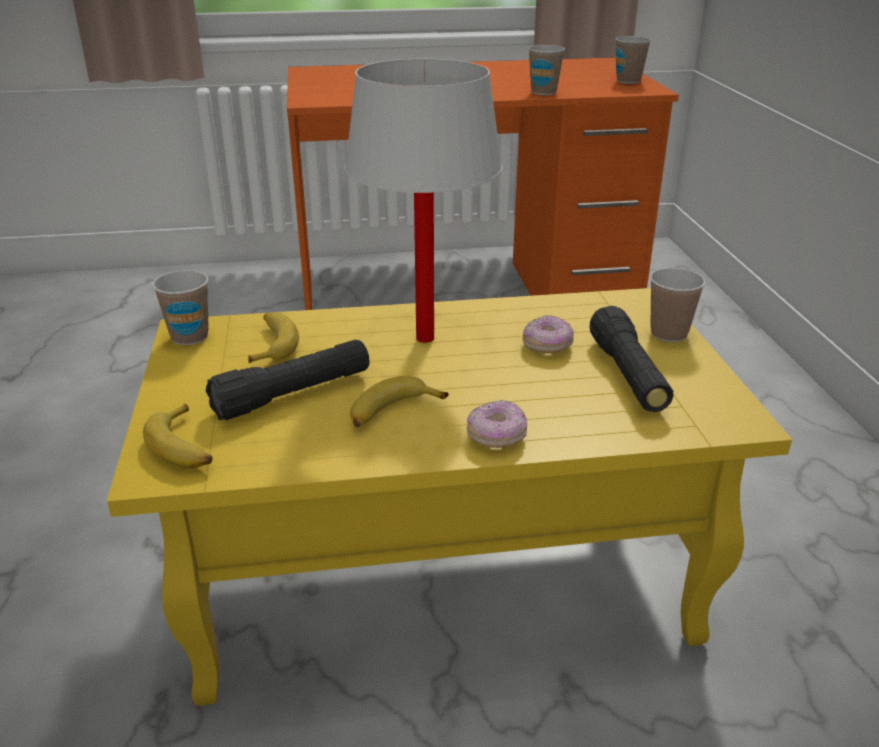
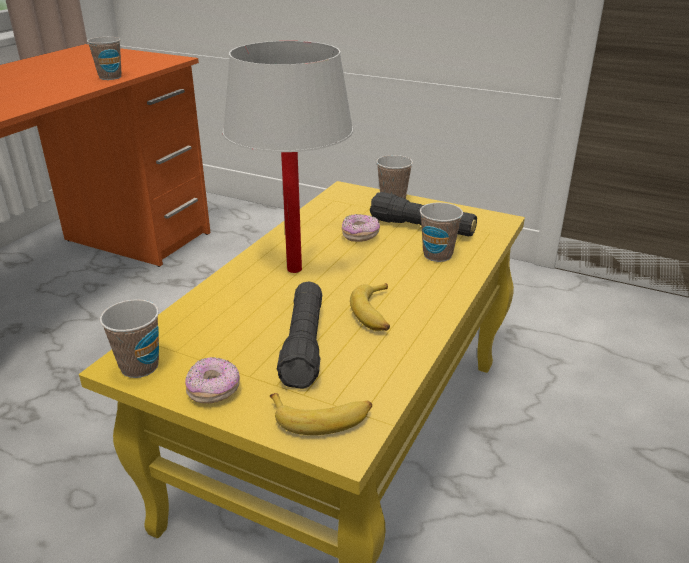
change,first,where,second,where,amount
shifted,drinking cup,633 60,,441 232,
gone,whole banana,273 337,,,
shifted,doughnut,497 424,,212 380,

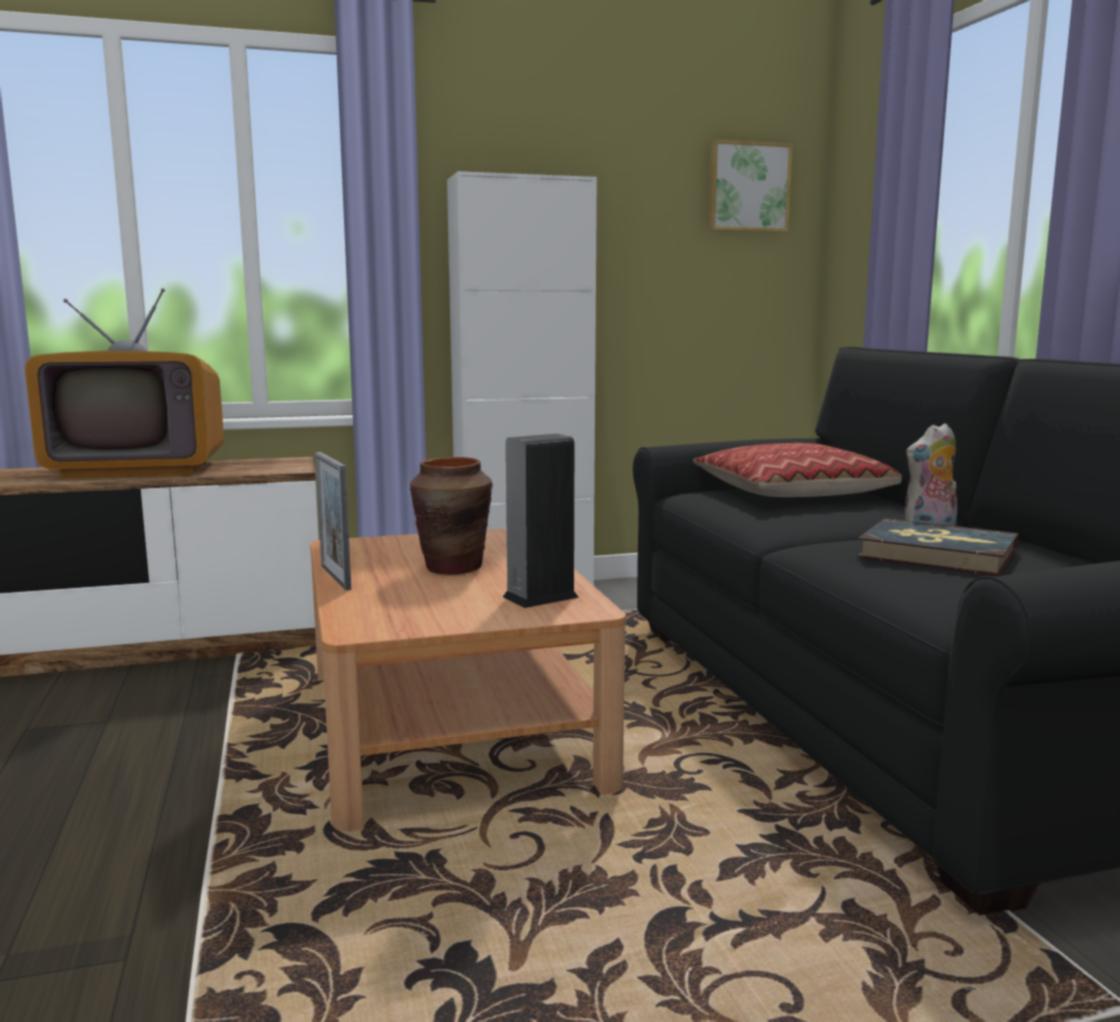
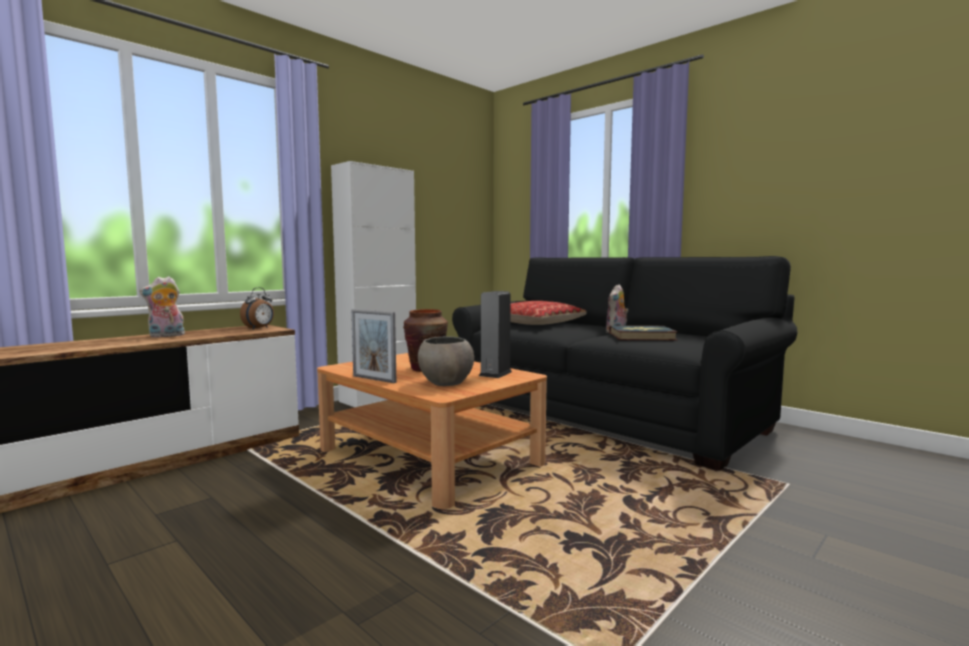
change,first,where,second,where,amount
gone,wall picture,750 186,,,
swapped,TV,124 383,cuddly toy,162 307,
new,,,bedside clock,257 308,
new,,,grey deep dish,446 361,

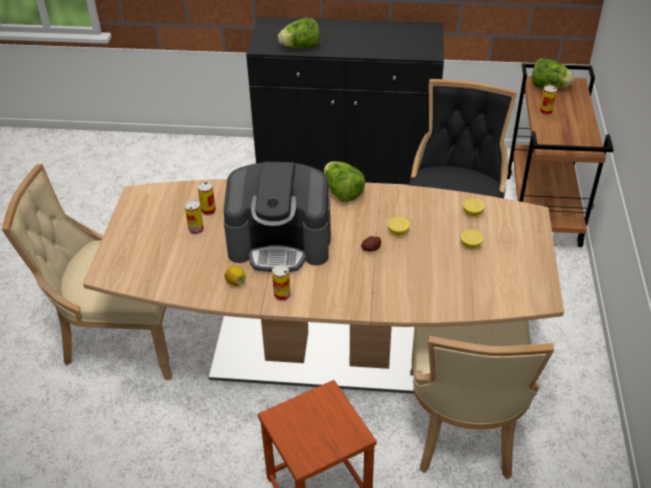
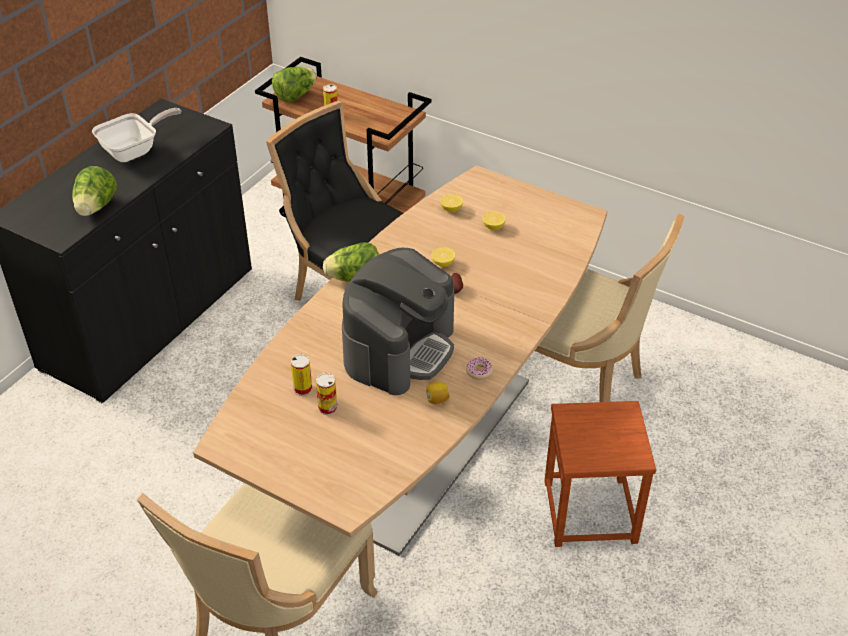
change,first,where,second,where,amount
swapped,sealed can,281 282,doughnut,479 368,
new,,,skillet,136 135,

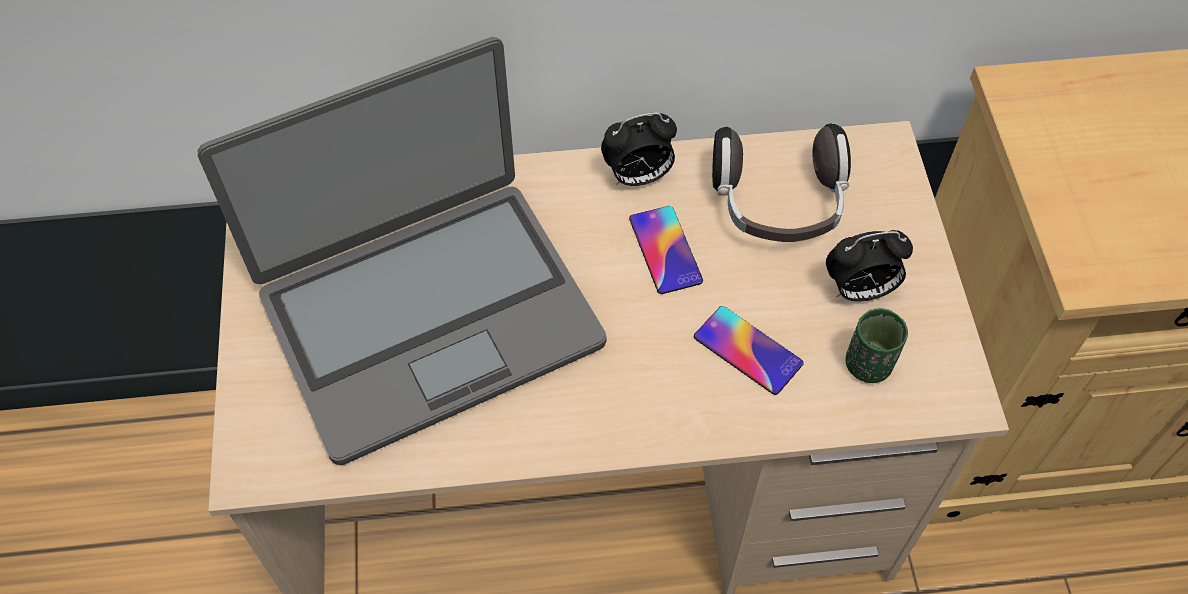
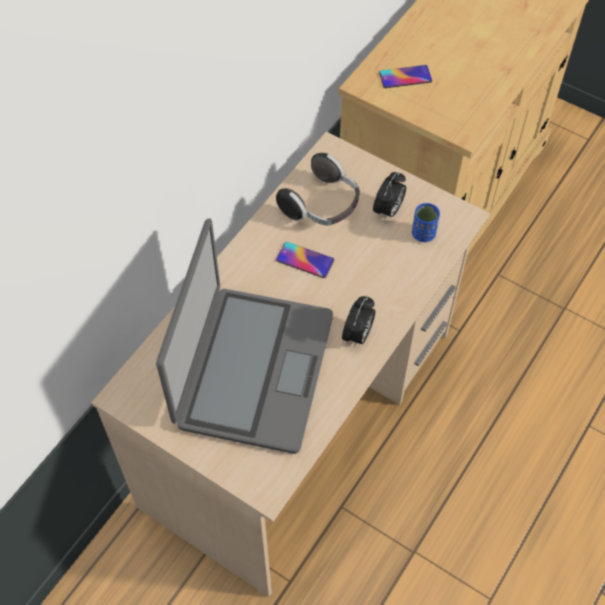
change,first,where,second,where,amount
shifted,bedside clock,639 149,,359 321,
shifted,handset,749 350,,405 76,
repainted,greenish drinking cup,877 345,blue drinking cup,426 222,

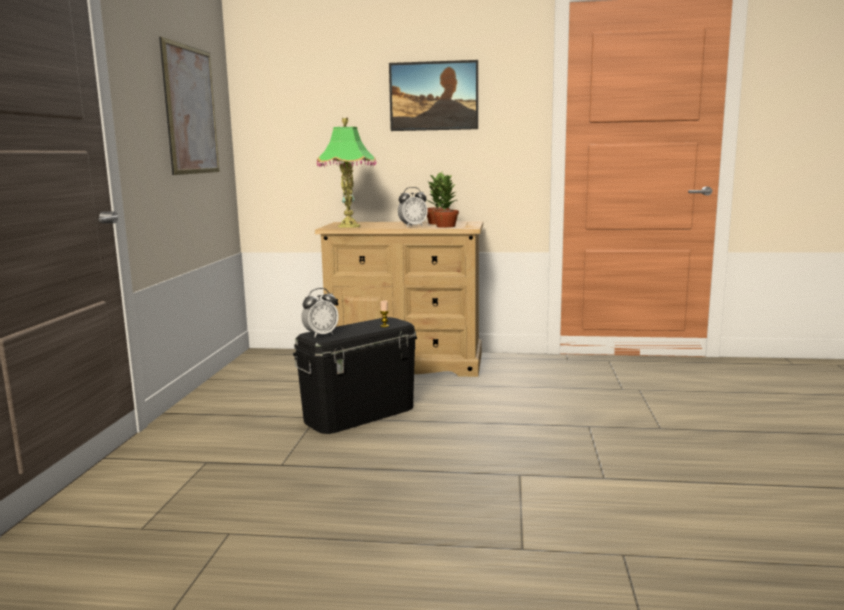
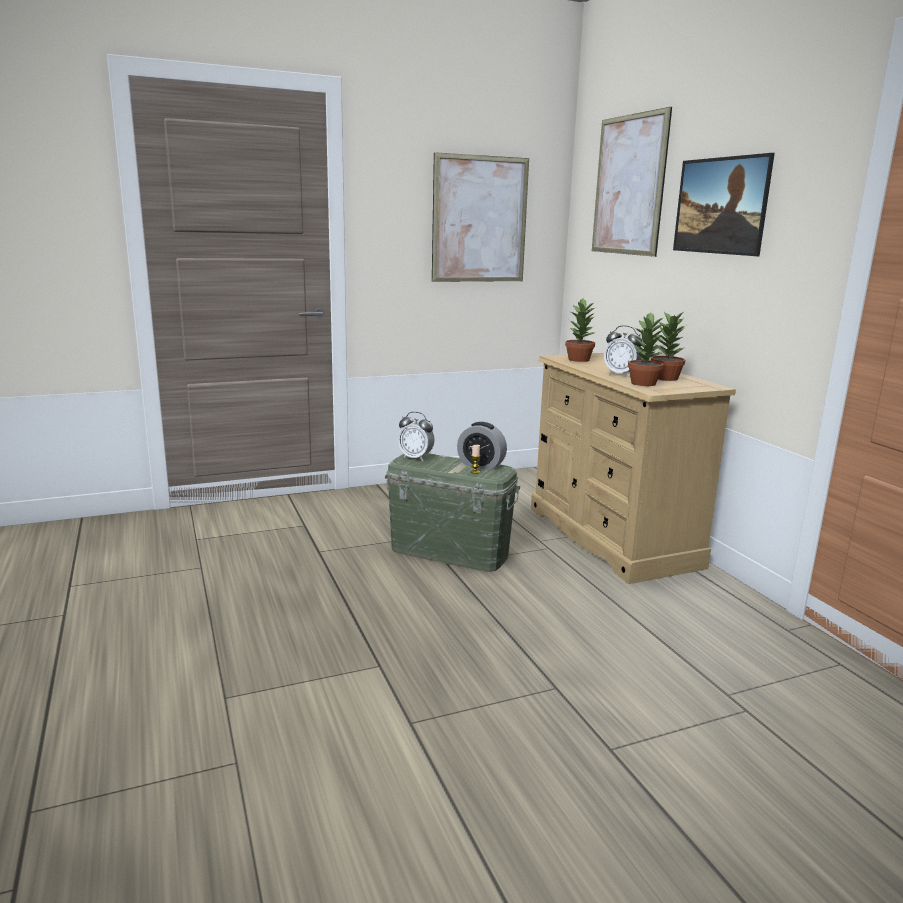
change,first,where,second,where,amount
swapped,table lamp,347 173,houseplant,580 330,
repainted,black-coloured storage container,355 375,greenish storage container,452 512,
new,,,wall picture,632 182,
new,,,bedside clock,482 446,

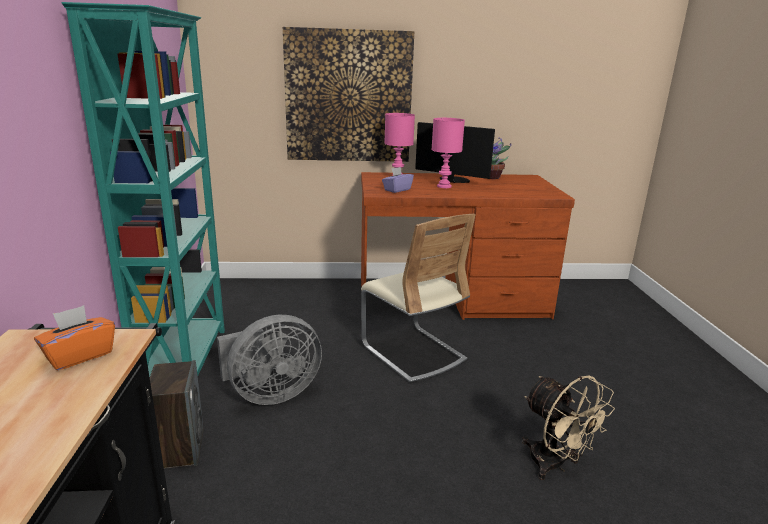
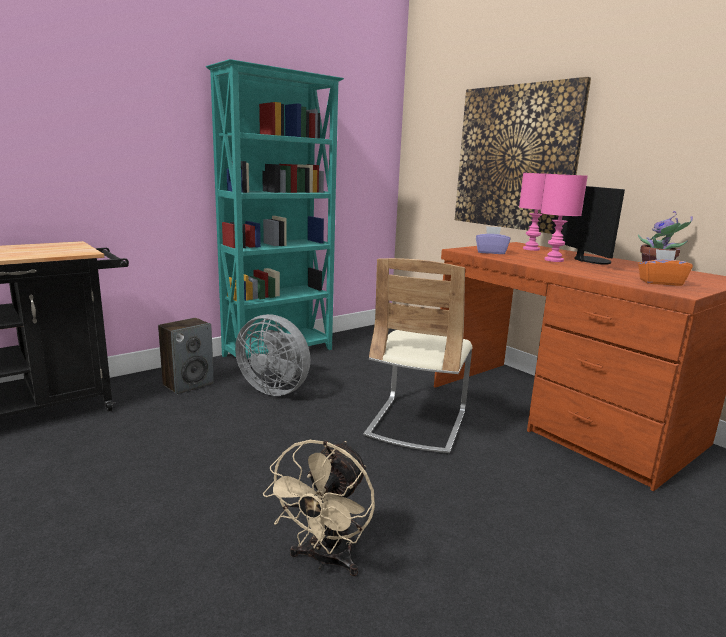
change,first,where,second,where,amount
shifted,orangey box of tissues,74 338,,665 267,

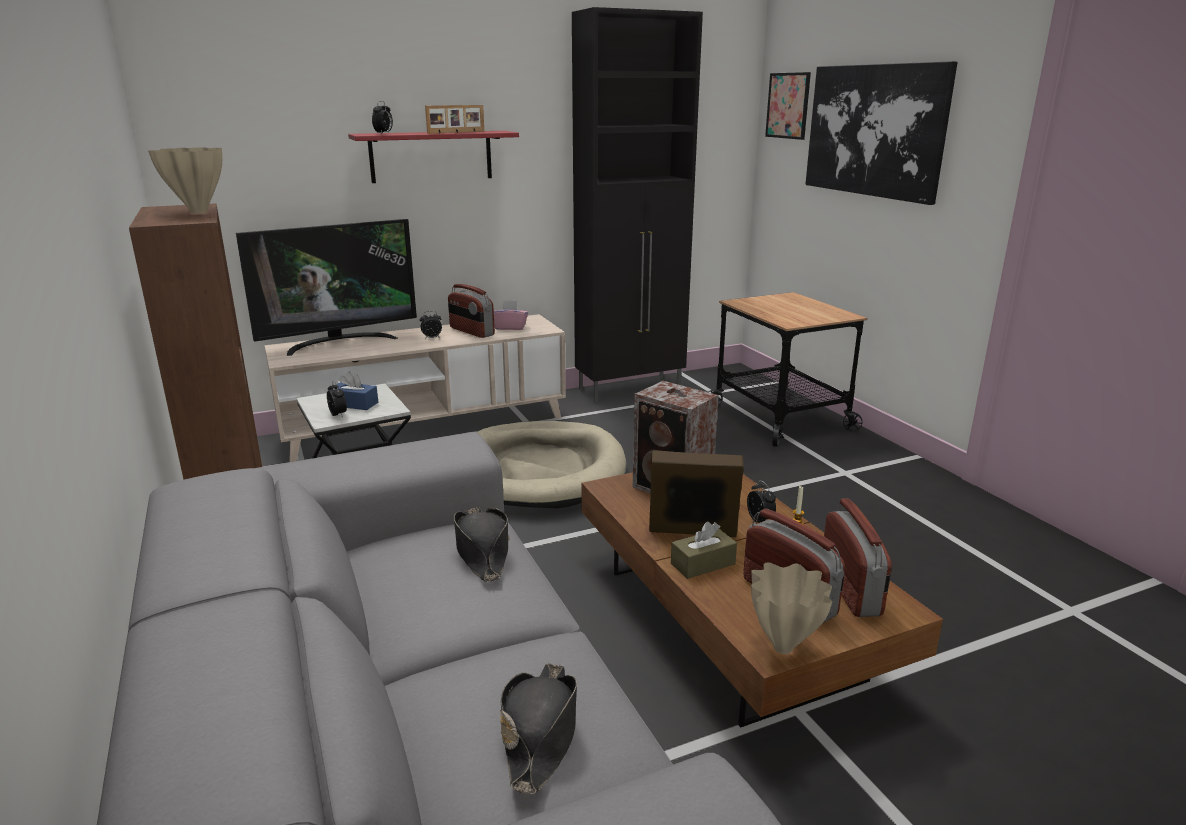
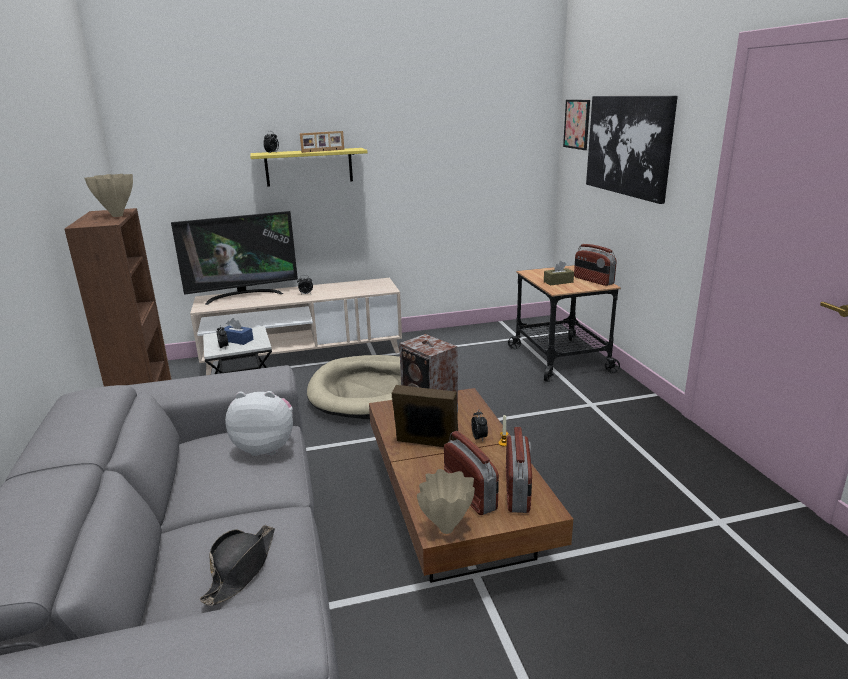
change,first,where,second,where,amount
gone,black-coloured storage cabinet,637 205,,,
repainted,reddish shelf,433 157,yellowish shelf,309 167,
shifted,radio,471 311,,595 265,
gone,pink-coloured box of tissues,511 315,,,
swapped,black-coloured hat,481 544,cuddly toy,259 423,
shifted,brownish box of tissues,704 550,,559 273,

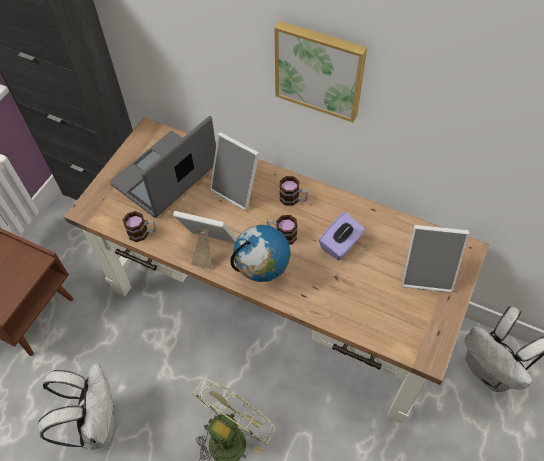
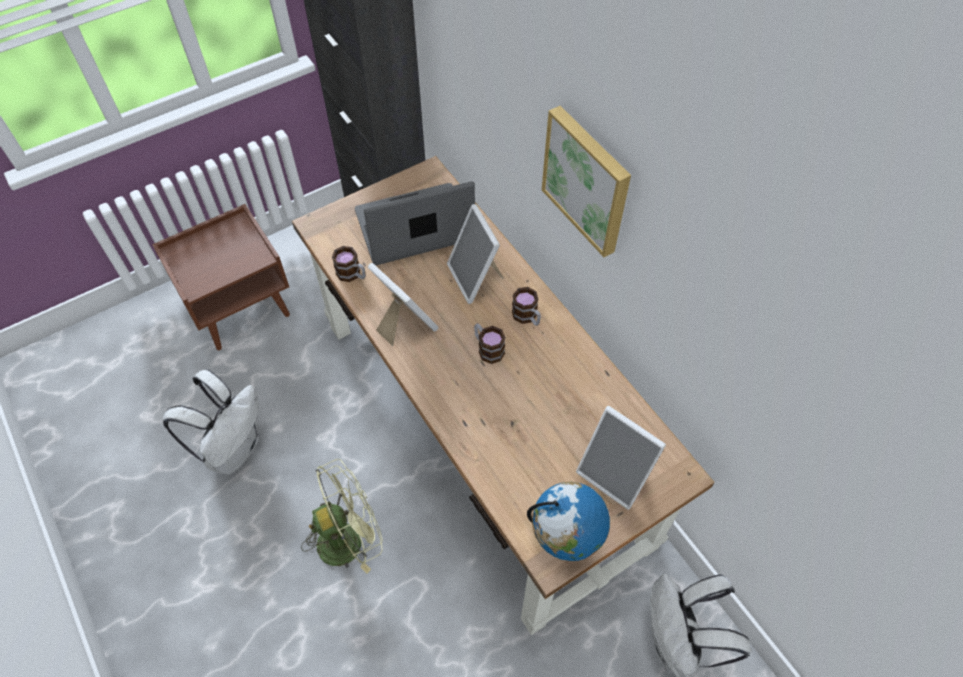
change,first,where,second,where,amount
gone,purple box of tissues,342 236,,,
shifted,world globe,260 253,,568 521,

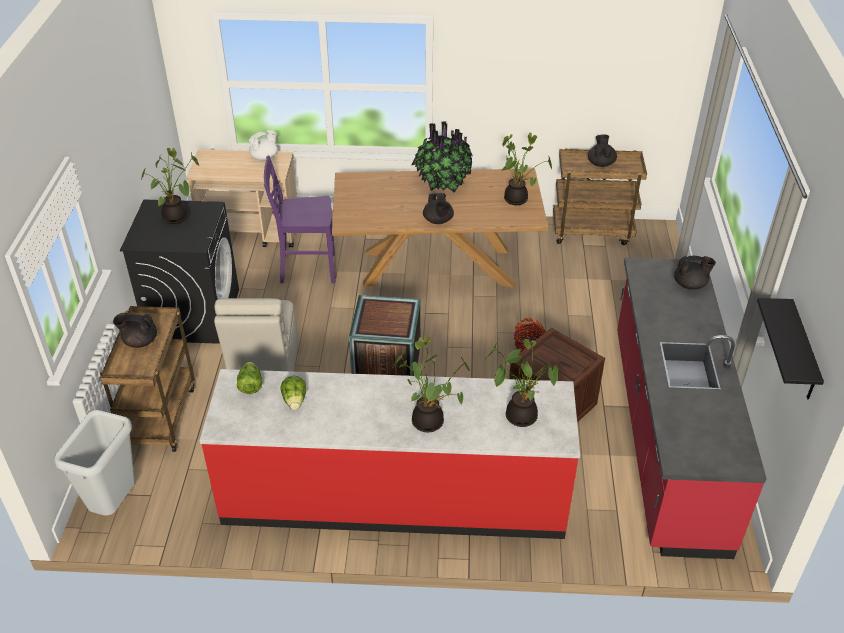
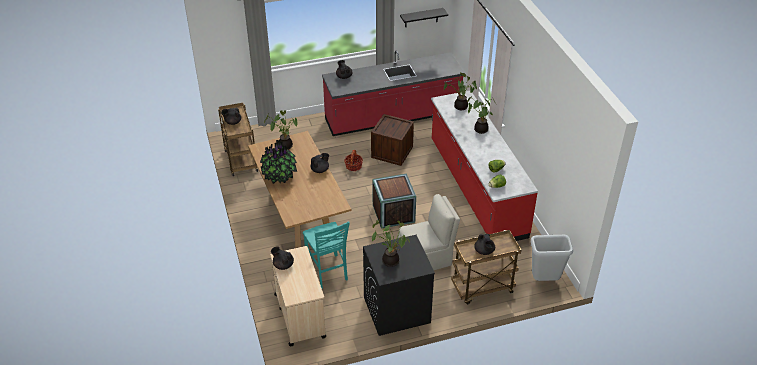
change,first,where,second,where,amount
repainted,white teapot,263 145,black-coloured teapot,282 258,
repainted,purple plain chair,299 220,blue-green plain chair,326 255,

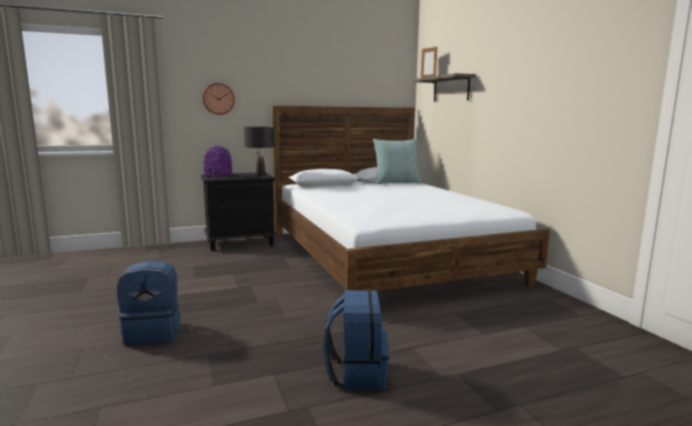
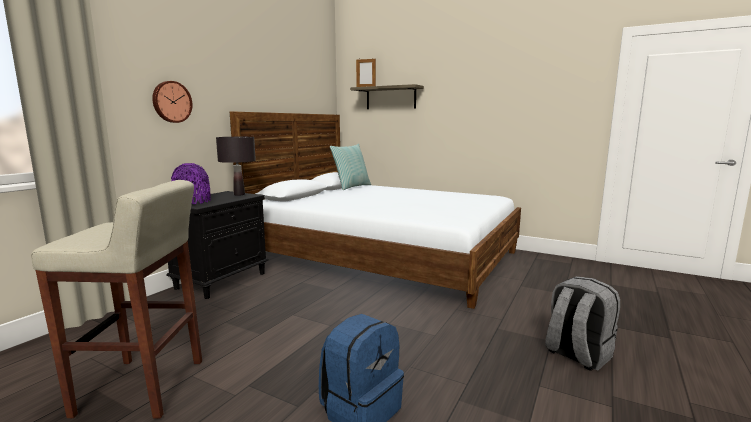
change,first,where,second,where,amount
repainted,blue knapsack,356 340,grey knapsack,582 323,
new,,,beige sitting stool,116 299,

